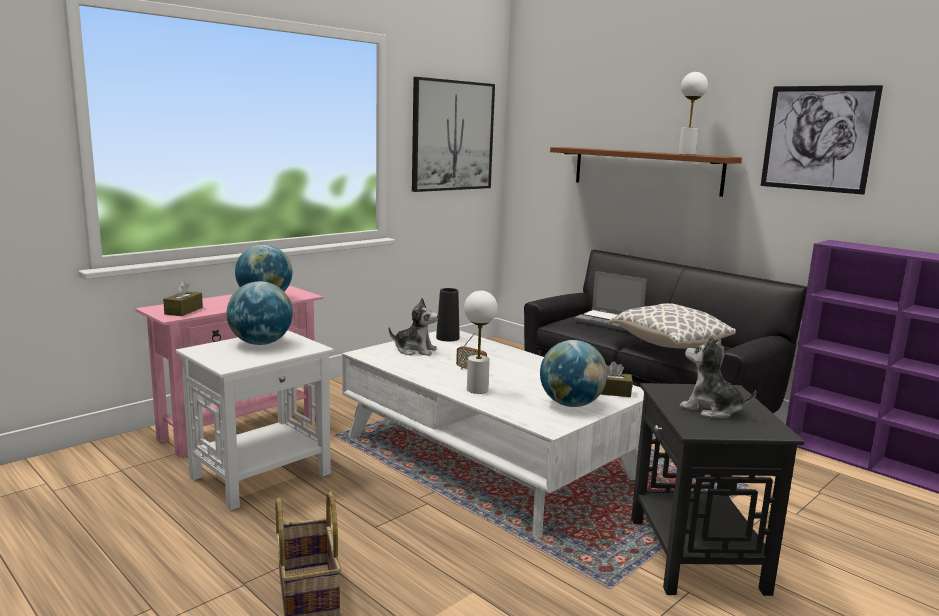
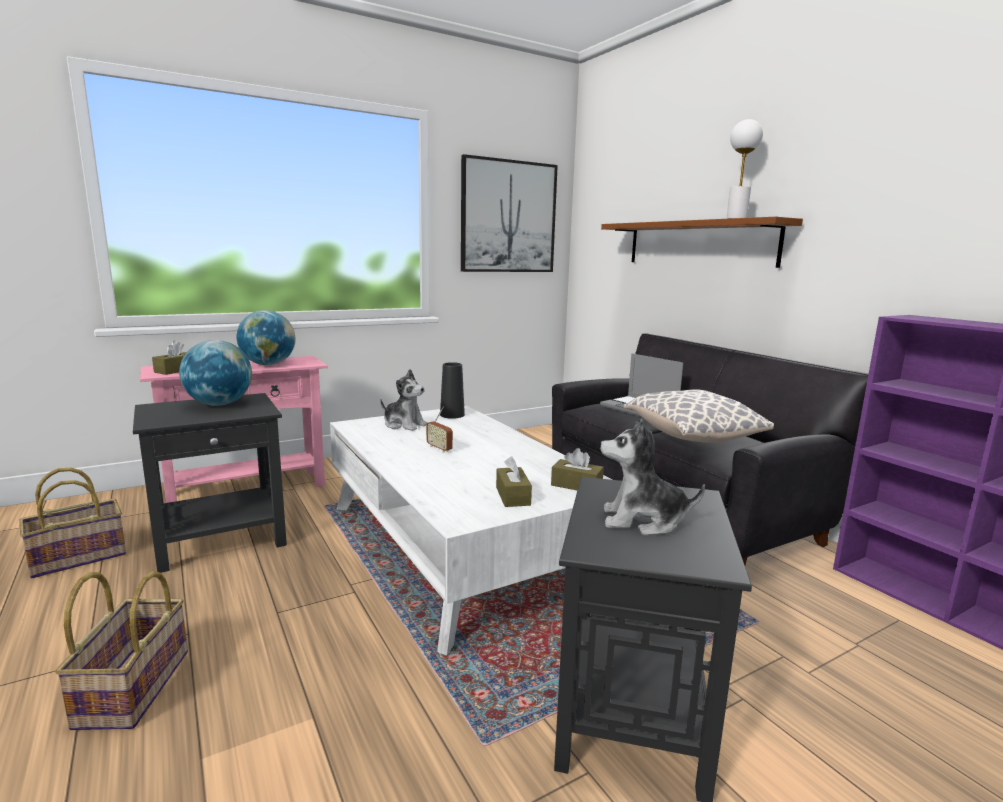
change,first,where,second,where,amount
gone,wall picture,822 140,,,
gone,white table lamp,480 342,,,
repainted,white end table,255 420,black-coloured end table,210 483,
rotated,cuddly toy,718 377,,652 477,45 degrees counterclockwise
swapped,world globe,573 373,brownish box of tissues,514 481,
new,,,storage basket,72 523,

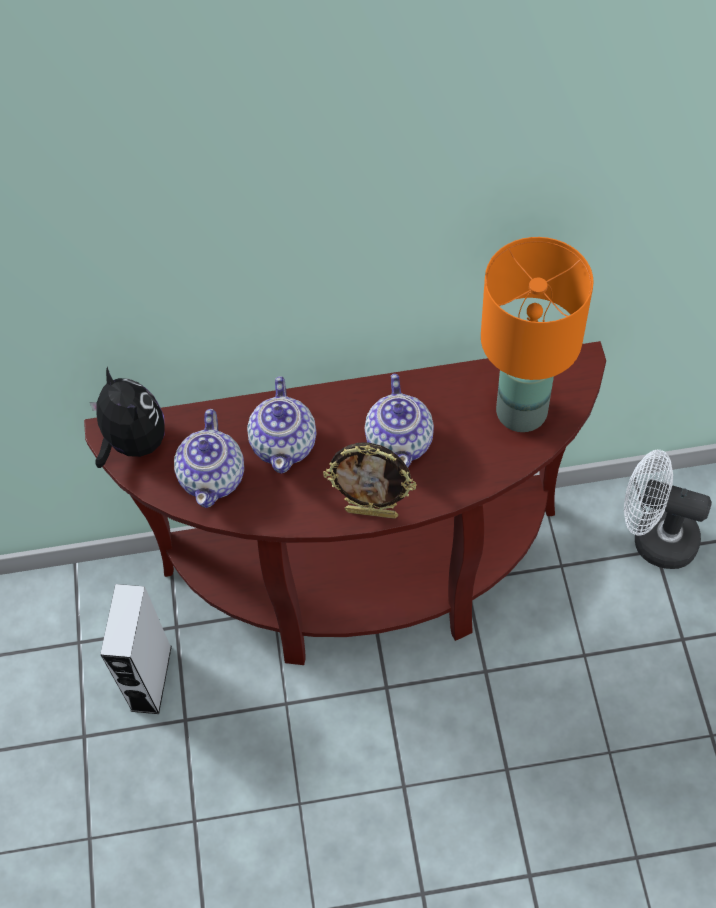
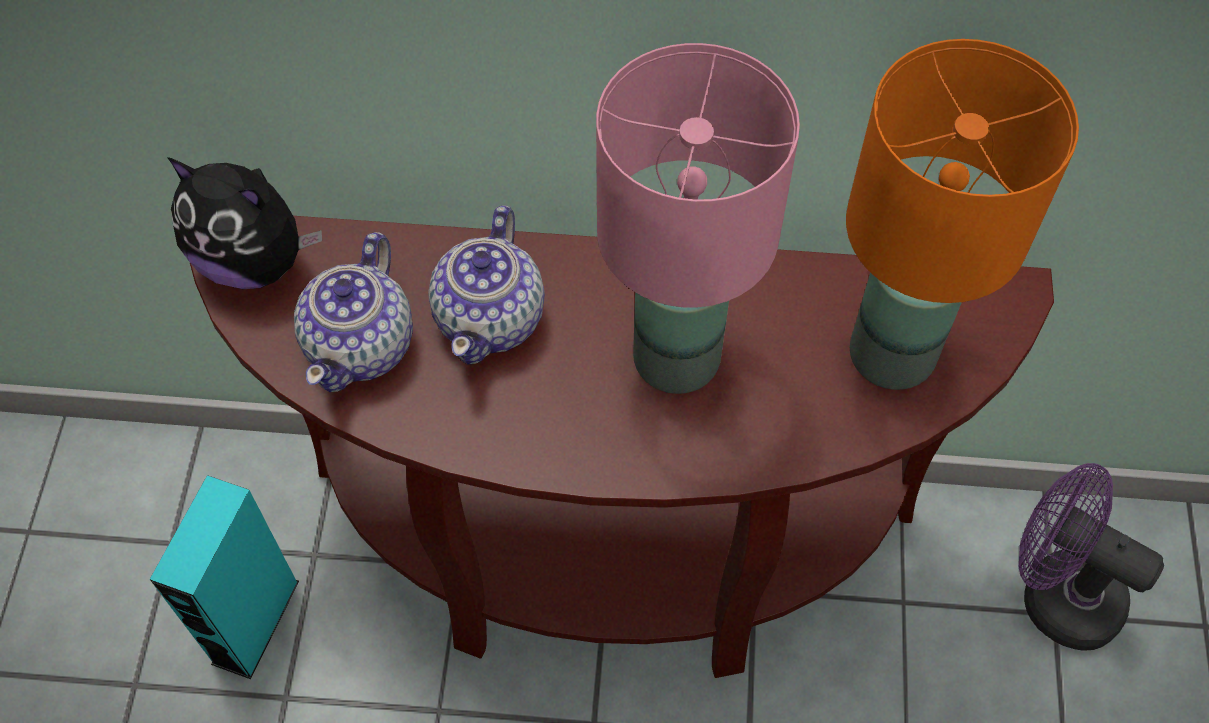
change,first,where,second,where,amount
rotated,cuddly toy,127 417,,244 223,135 degrees clockwise
swapped,teapot,399 421,pink-coloured table lamp,698 218,
gone,picture frame,370 481,,,
repainted,white cooling fan,668 509,purple cooling fan,1091 557,
repainted,grey speaker,136 649,blue-green speaker,224 577,

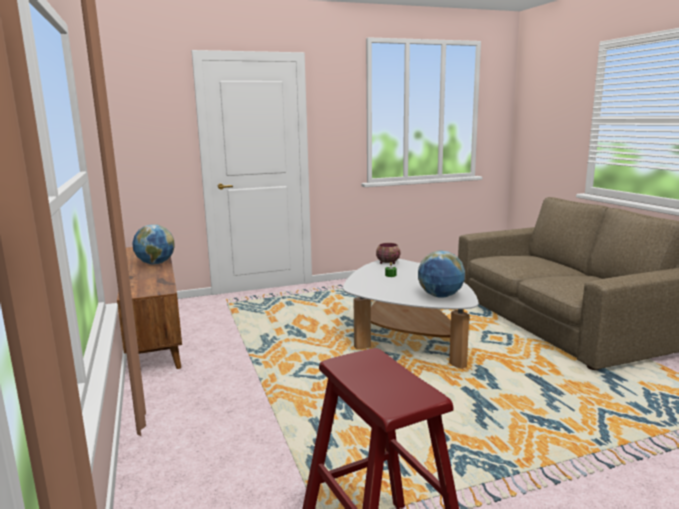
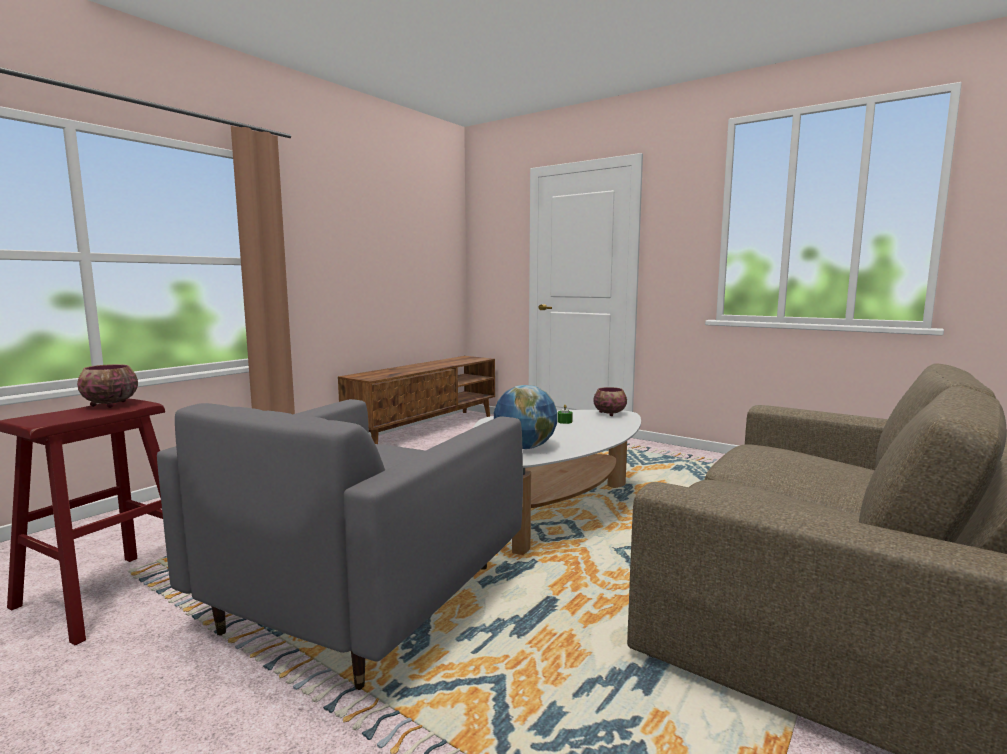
change,first,where,second,where,amount
gone,world globe,153 244,,,
new,,,deep dish,107 386,
new,,,grey easy chair,340 544,

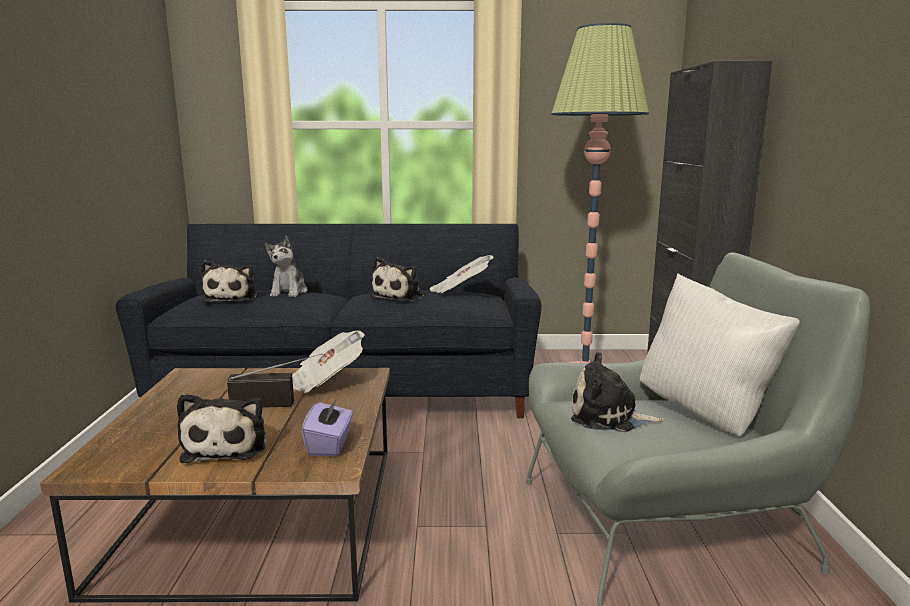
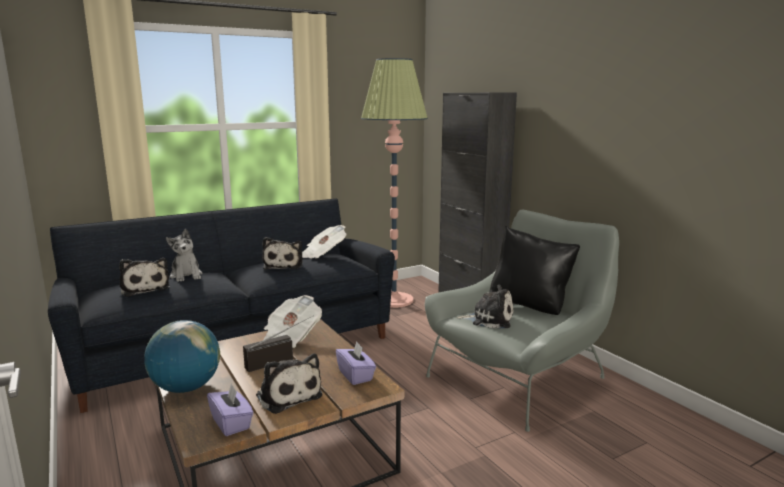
change,first,where,second,where,amount
repainted,white pillow,720 355,black-coloured pillow,534 270,
rotated,cuddly toy,617 392,,485 306,150 degrees counterclockwise
new,,,world globe,182 356,
new,,,purple box of tissues,230 409,

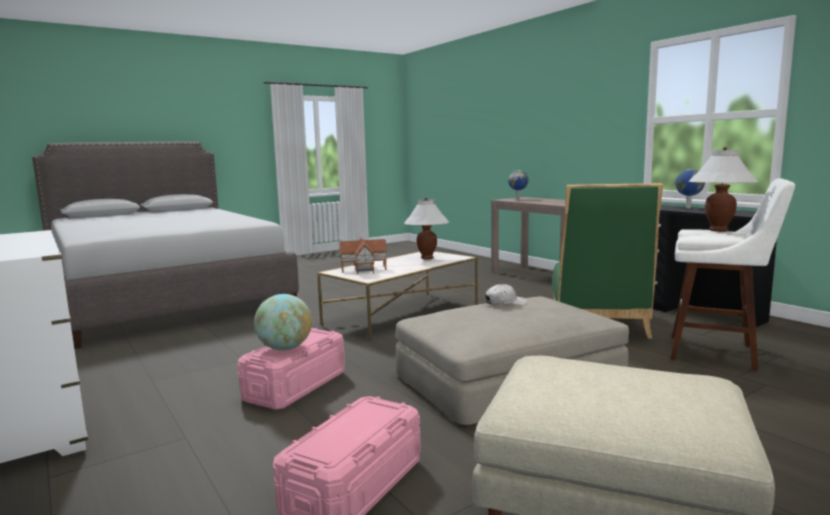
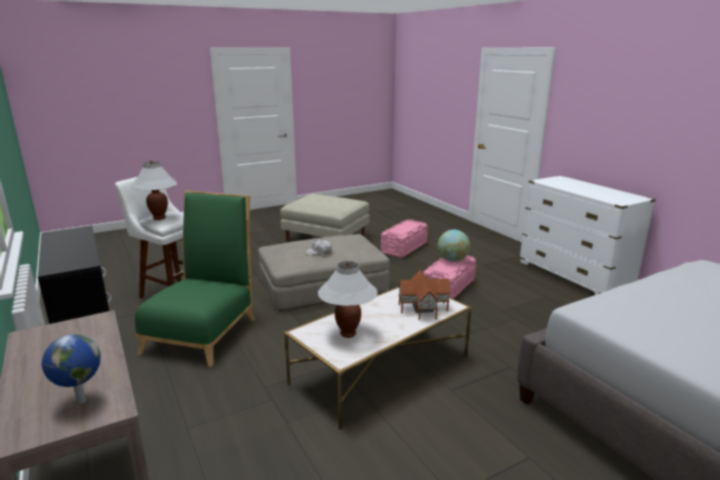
change,first,where,second,where,amount
gone,world globe,690 189,,,

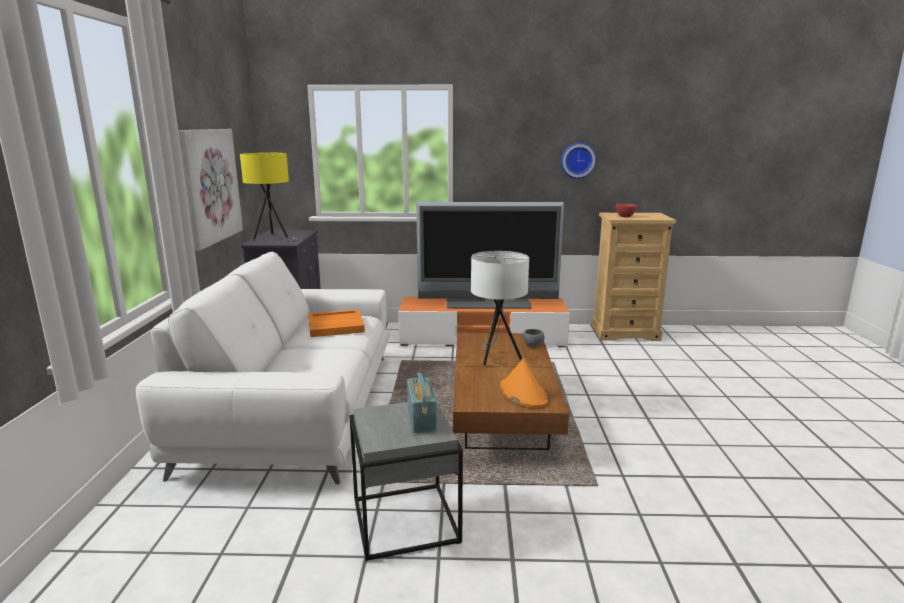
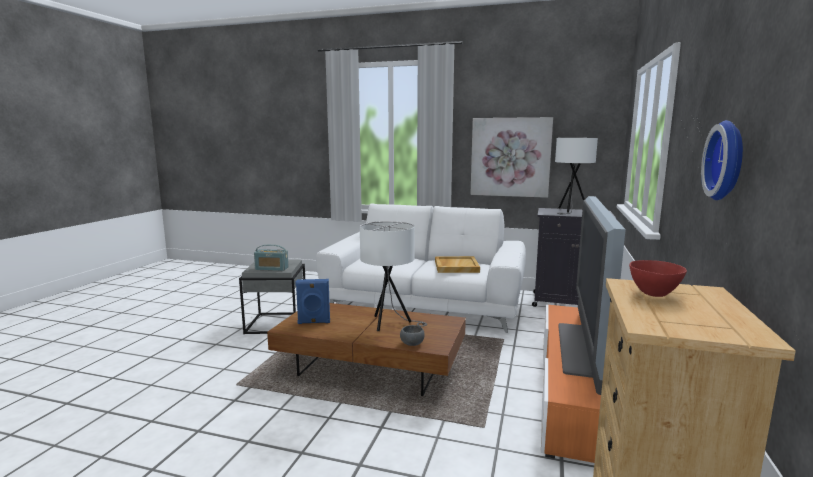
change,first,where,second,where,amount
repainted,yellowish table lamp,268 197,white table lamp,576 176,
repainted,orangey tray,336 323,beige tray,457 264,
swapped,orangey hat,524 383,blue speaker,312 301,

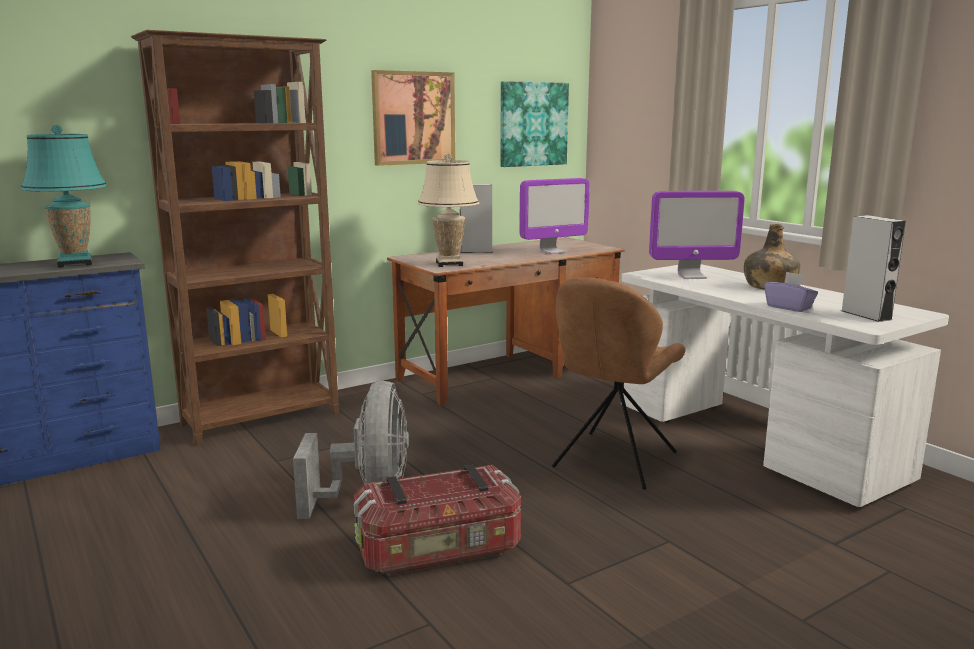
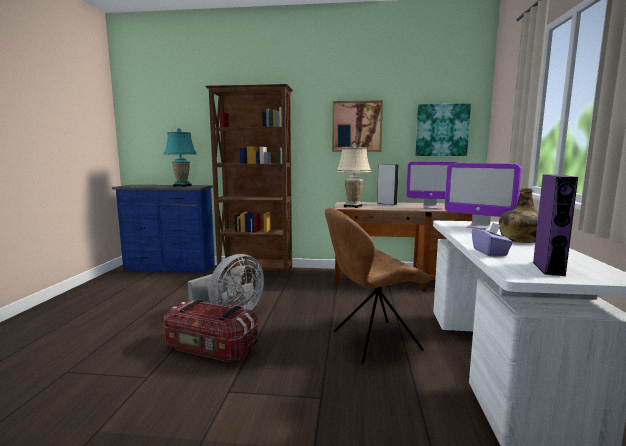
change,first,where,second,where,amount
repainted,grey speaker,874 268,purple speaker,555 226,

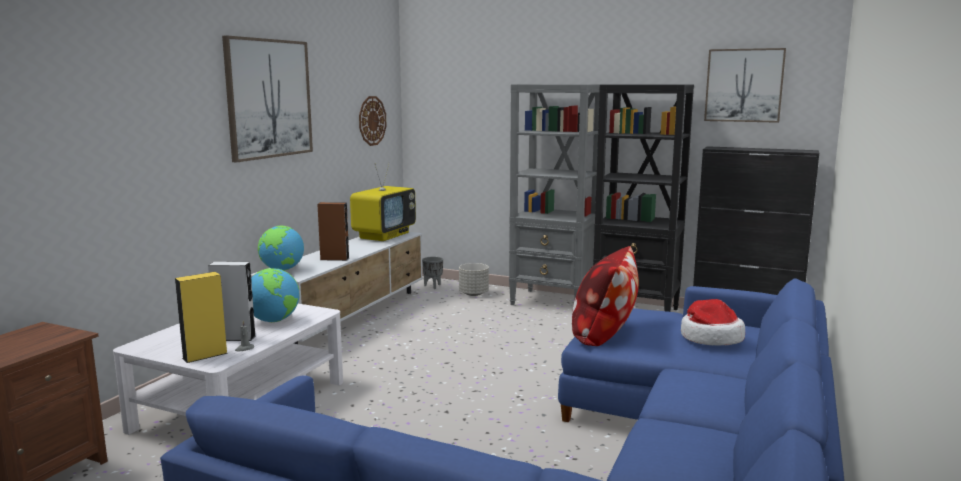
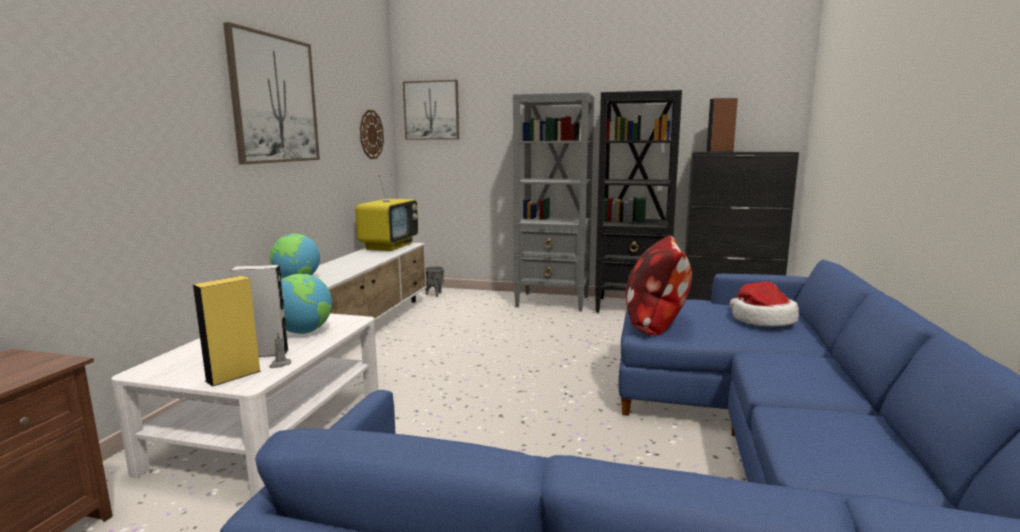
change,first,where,second,where,amount
shifted,wall picture,745 85,,431 110,
shifted,brownish speaker,333 231,,722 125,
gone,grey flower pot,474 279,,,

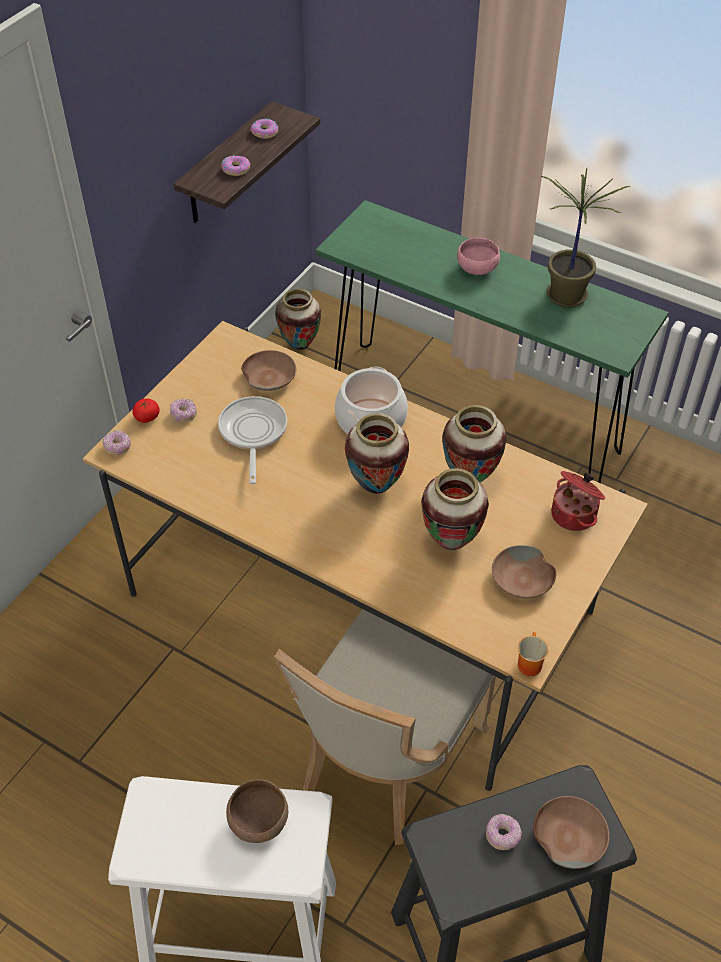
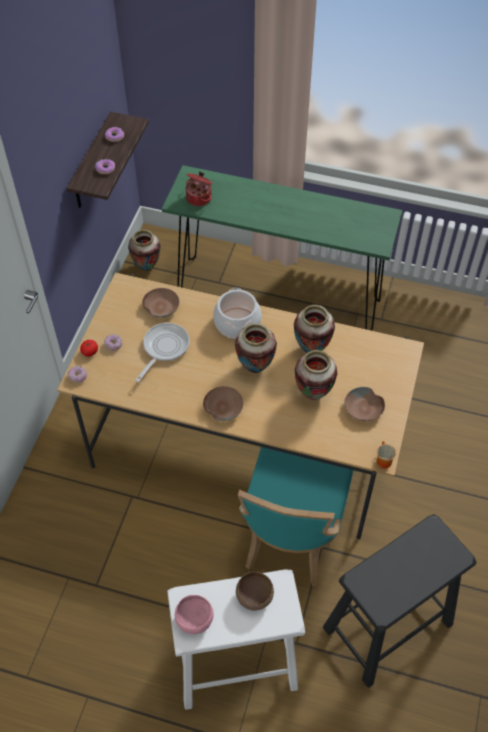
change,first,where,second,where,amount
gone,houseplant,585 237,,,
shifted,pink-coloured deep dish,478 256,,194 614,
rotated,skillet,252 440,,162 352,45 degrees clockwise
shifted,saucepot,578 501,,199 189,
repainted,beige plain chair,385 727,blue-green plain chair,296 516,
shifted,brownish deep dish,571 832,,223 403,
gone,doughnut,504 832,,,

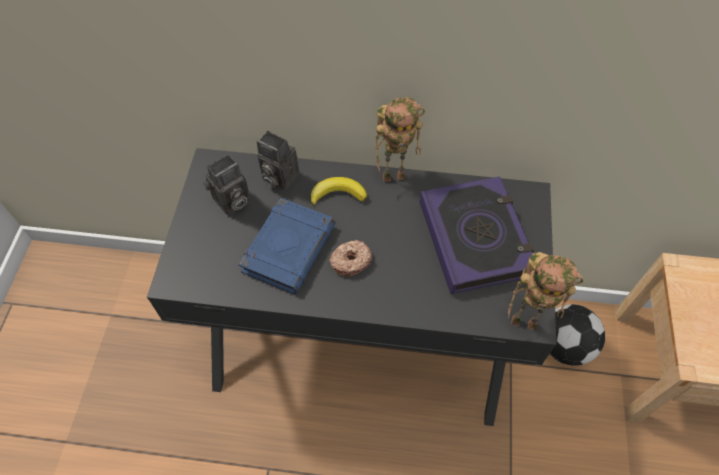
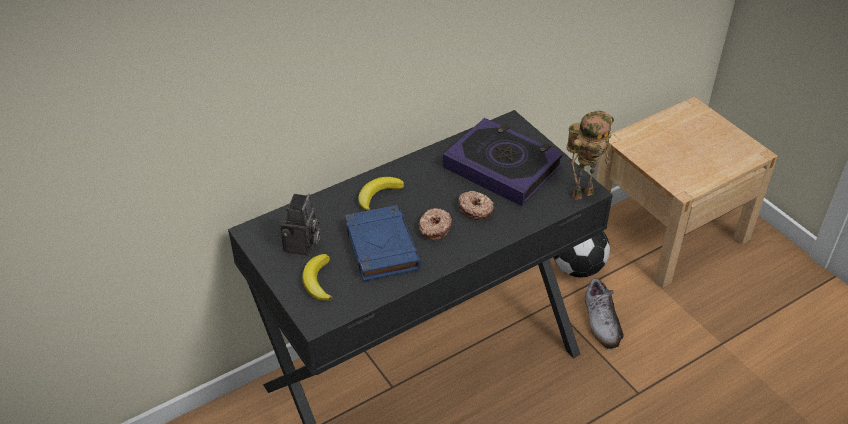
change,first,where,second,where,amount
gone,toy robot,400 139,,,
gone,photo camera,277 161,,,
new,,,doughnut,476 205,
new,,,whole banana,317 277,
new,,,item of footwear,604 313,

